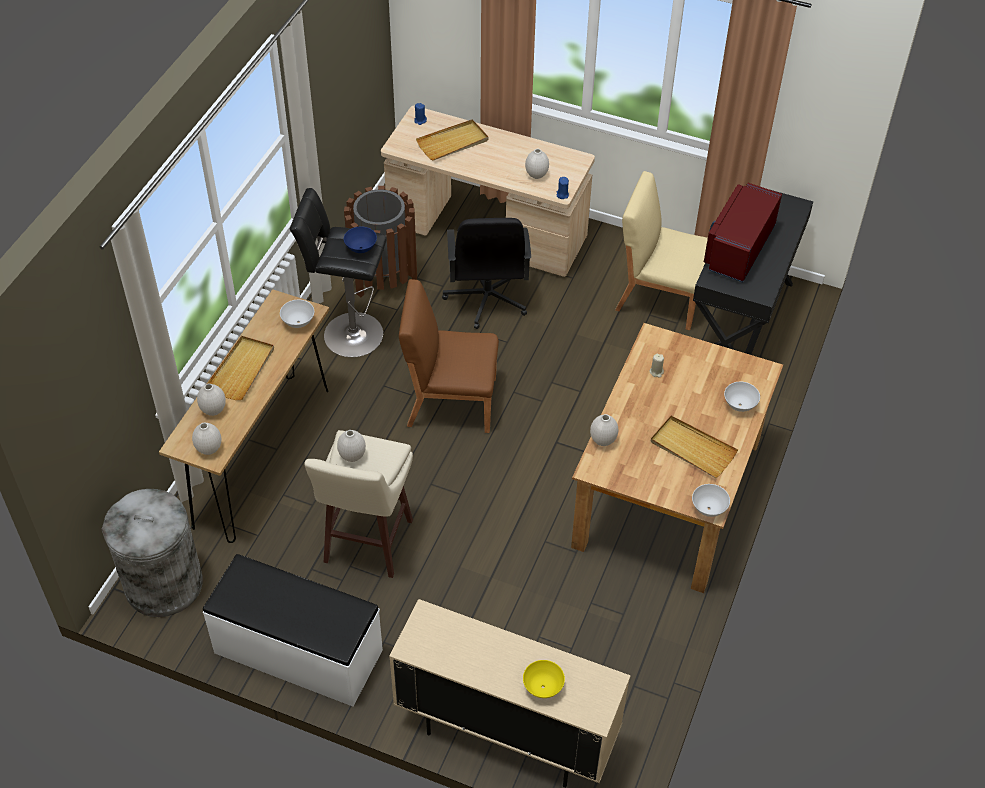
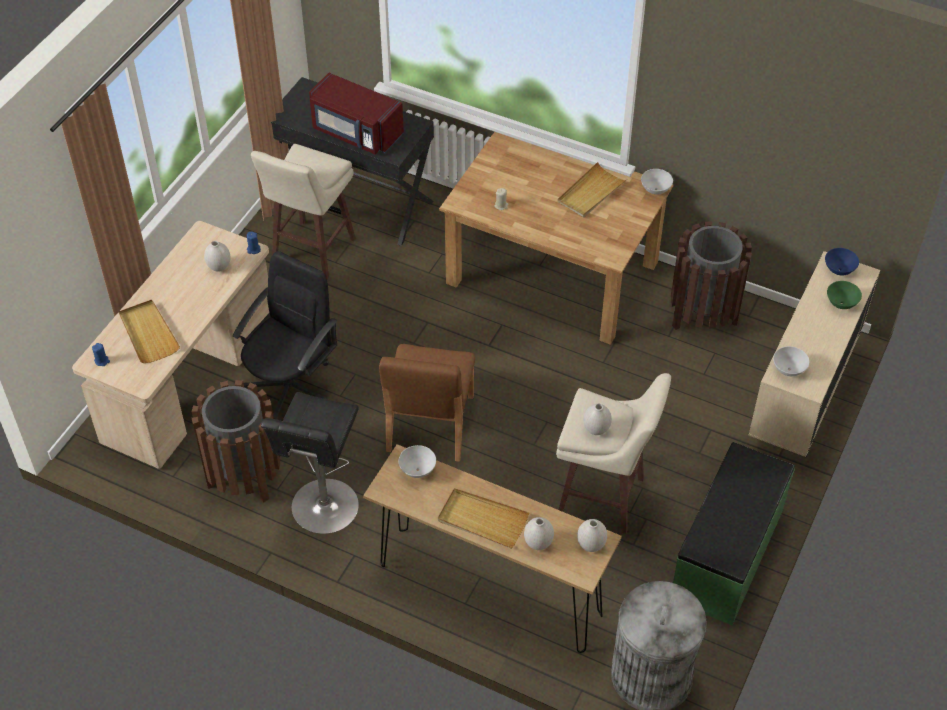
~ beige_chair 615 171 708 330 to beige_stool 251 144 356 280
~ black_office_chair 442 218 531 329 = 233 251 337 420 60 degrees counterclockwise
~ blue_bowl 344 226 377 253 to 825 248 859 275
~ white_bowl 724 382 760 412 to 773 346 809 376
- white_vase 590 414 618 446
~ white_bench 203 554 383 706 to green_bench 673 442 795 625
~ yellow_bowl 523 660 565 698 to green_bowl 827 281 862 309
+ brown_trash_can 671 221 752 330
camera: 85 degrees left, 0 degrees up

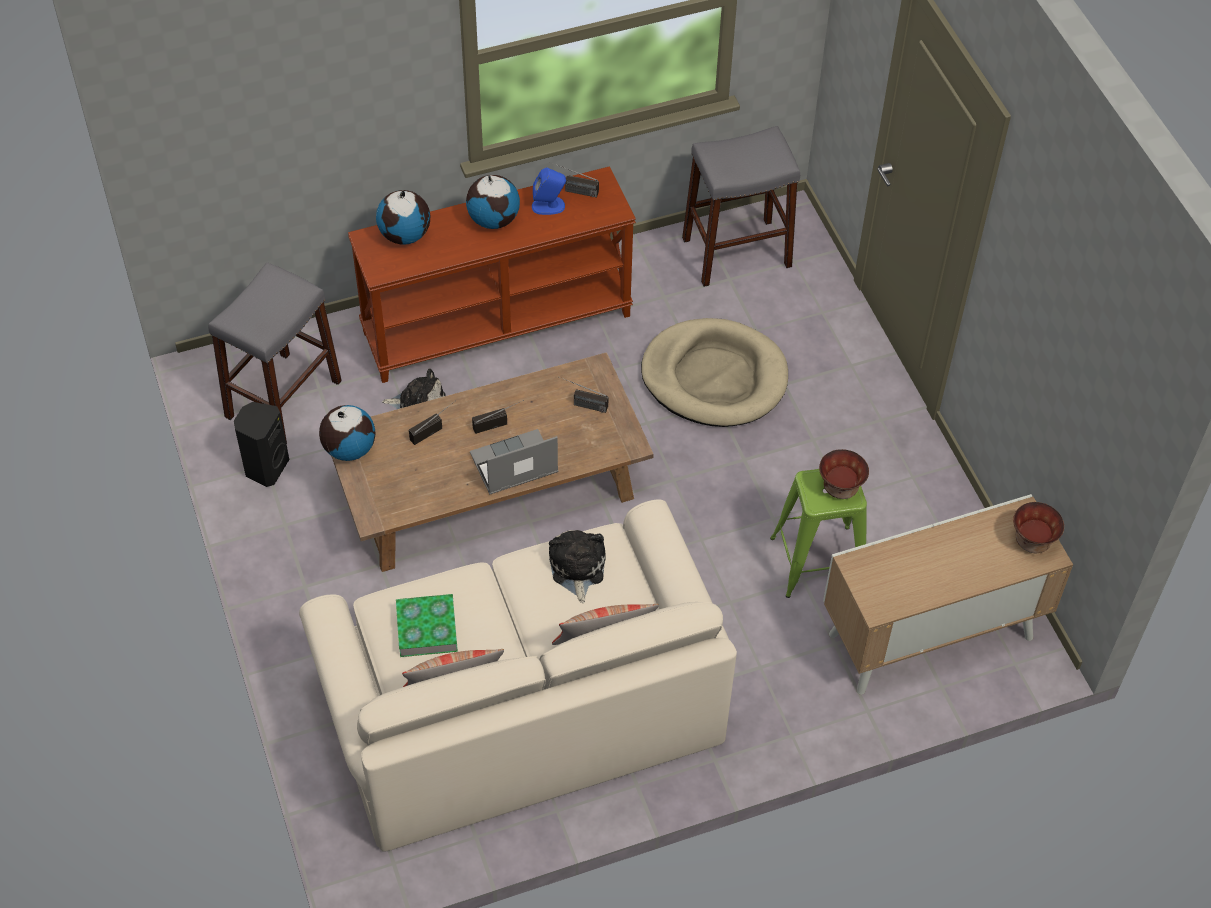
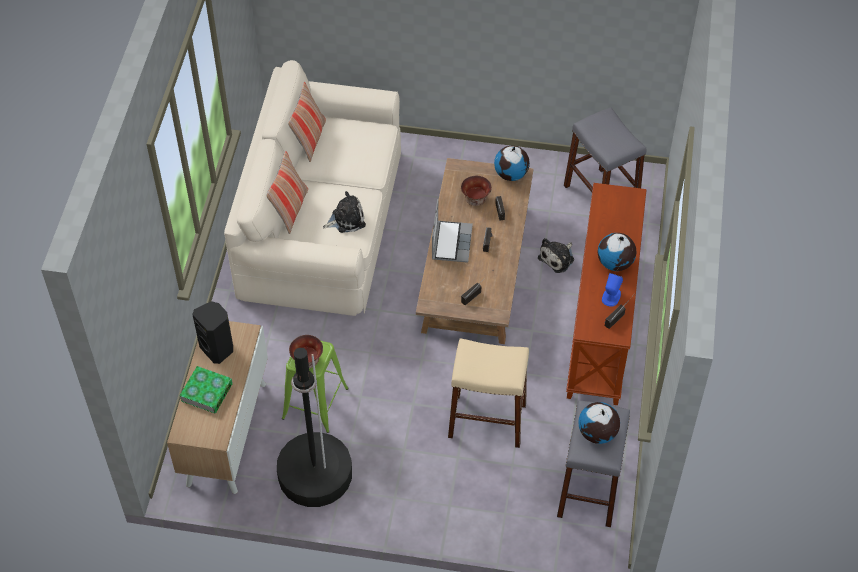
~ globe 376 190 430 245 to 578 402 620 444
~ beige_dog_bed 641 318 788 427 to beige_stool 448 338 529 448
~ black_speaker 234 402 289 487 to 192 301 233 364
~ bowl 1013 502 1064 553 to 461 176 492 206
~ plush_toy 549 530 606 603 = 323 191 366 233 45 degrees counterclockwise
~ book 396 594 458 657 to 179 366 233 414
+ black_floor_lamp 277 348 352 507
camera: 120 degrees right, 0 degrees up

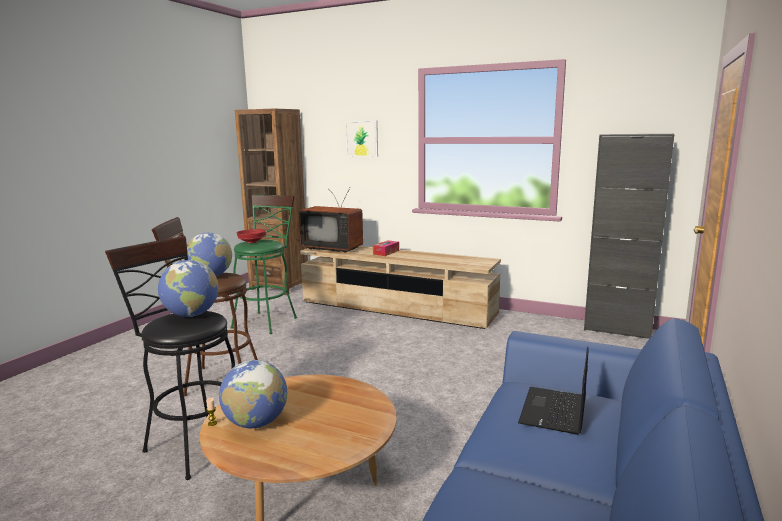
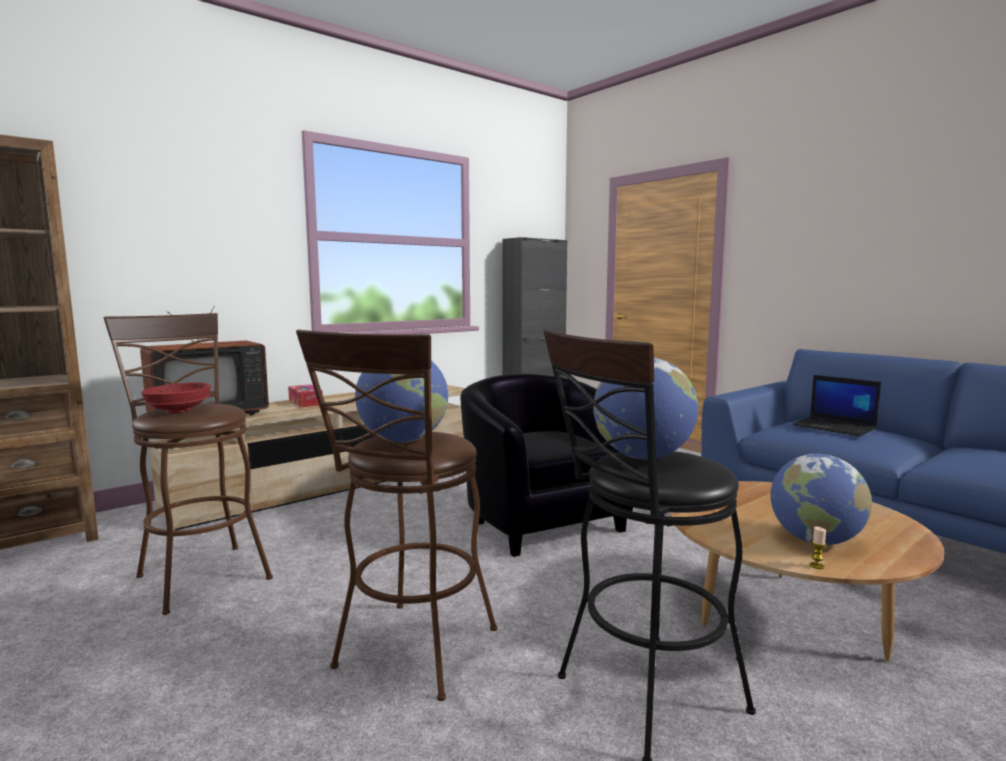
- picture 345 120 378 157
~ green_stool 231 194 297 334 to brown_stool 103 313 273 615
+ black_armchair 460 374 633 557
camera: 65 degrees left, 5 degrees down

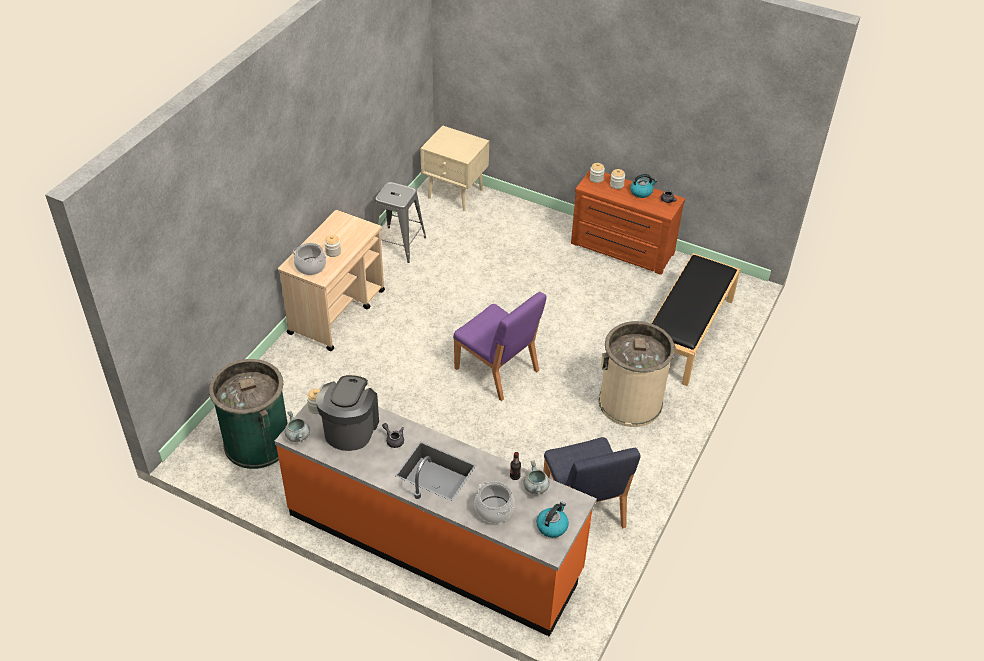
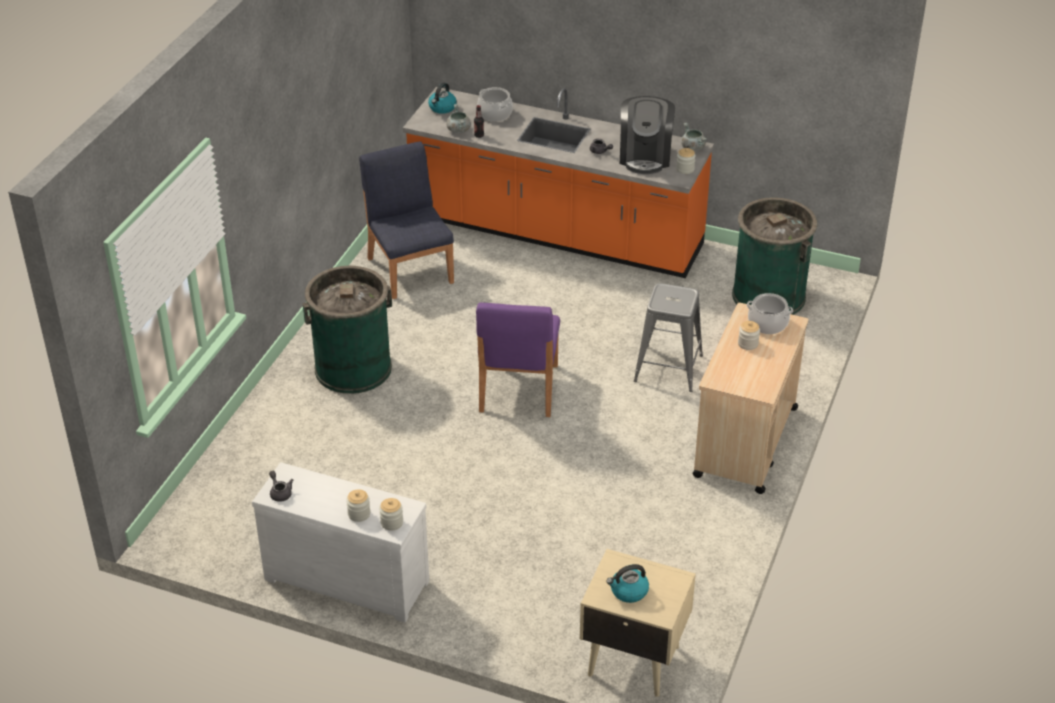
~ brown_dresser 571 169 685 275 to white_dresser 252 462 429 623
~ kettle 630 174 657 198 to 606 564 649 603
~ grey_stool 373 182 426 263 to 634 283 703 392
- black_bench 651 253 740 386
~ purple_chair 453 292 547 401 = 476 302 560 417 120 degrees counterclockwise
~ beige_trash_can 599 321 676 427 to green_trash_can 303 266 392 394
camera: 175 degrees right, 5 degrees down

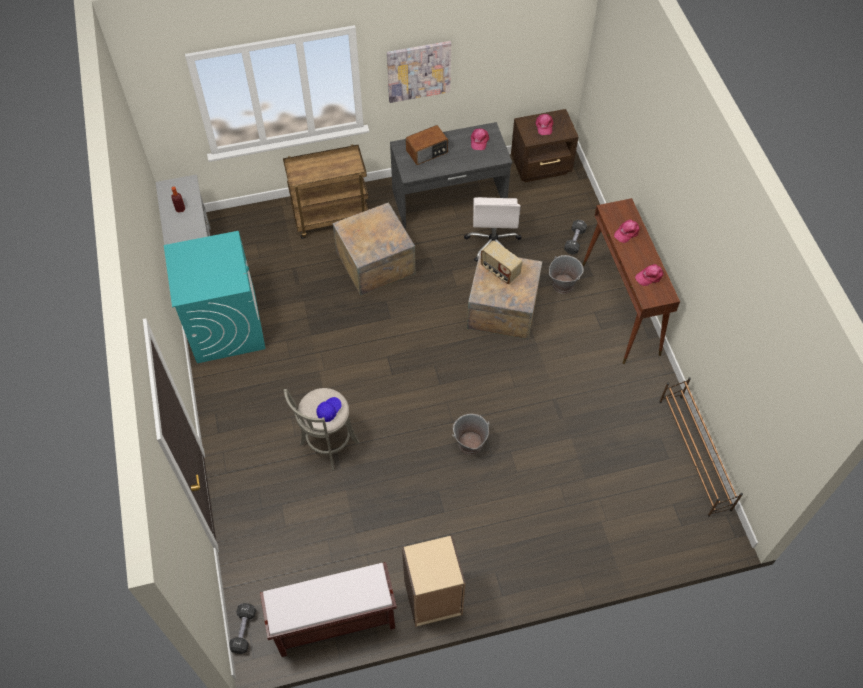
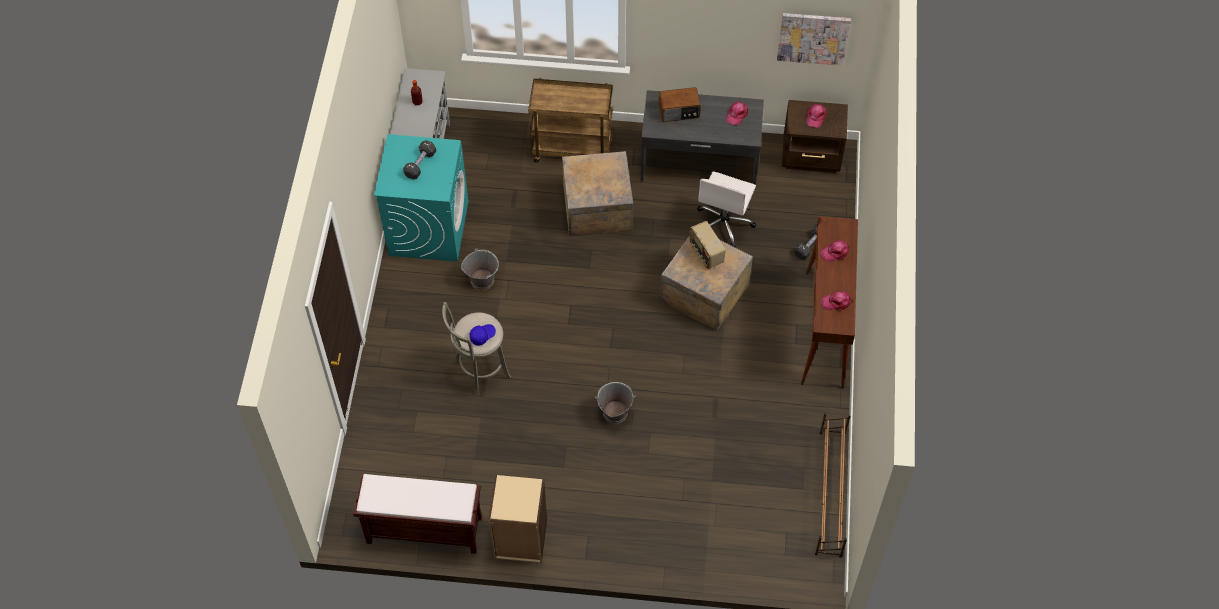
~ picture 387 41 451 103 to 777 13 851 66
~ grey_bucket 549 255 584 294 to 461 248 499 290
~ black_dumbbell 229 603 256 654 to 403 140 436 179
camera: 20 degrees right, 0 degrees up

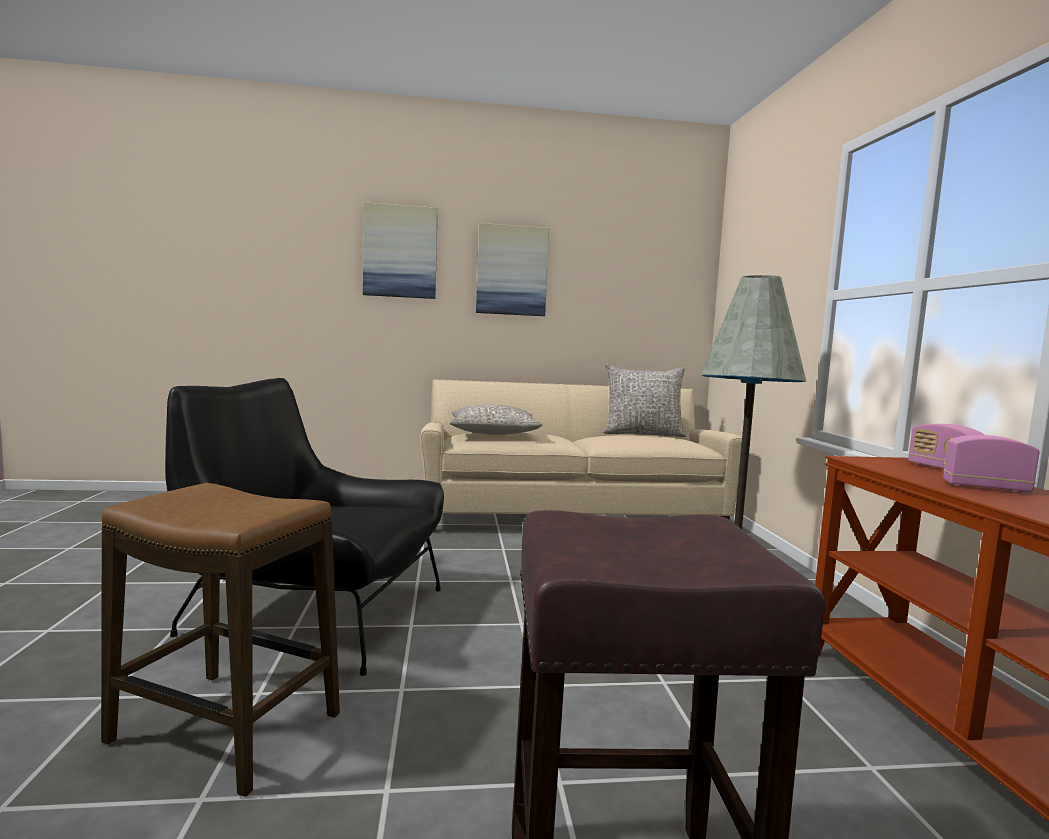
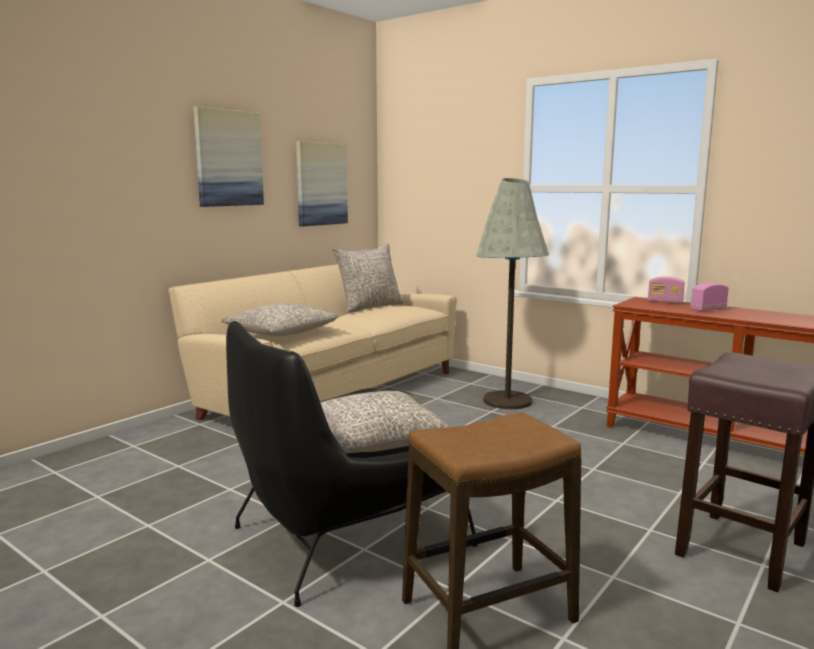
~ picture 363 202 438 299 to 296 141 348 226
+ grey_pillow 320 391 450 453
camera: 45 degrees left, 5 degrees up

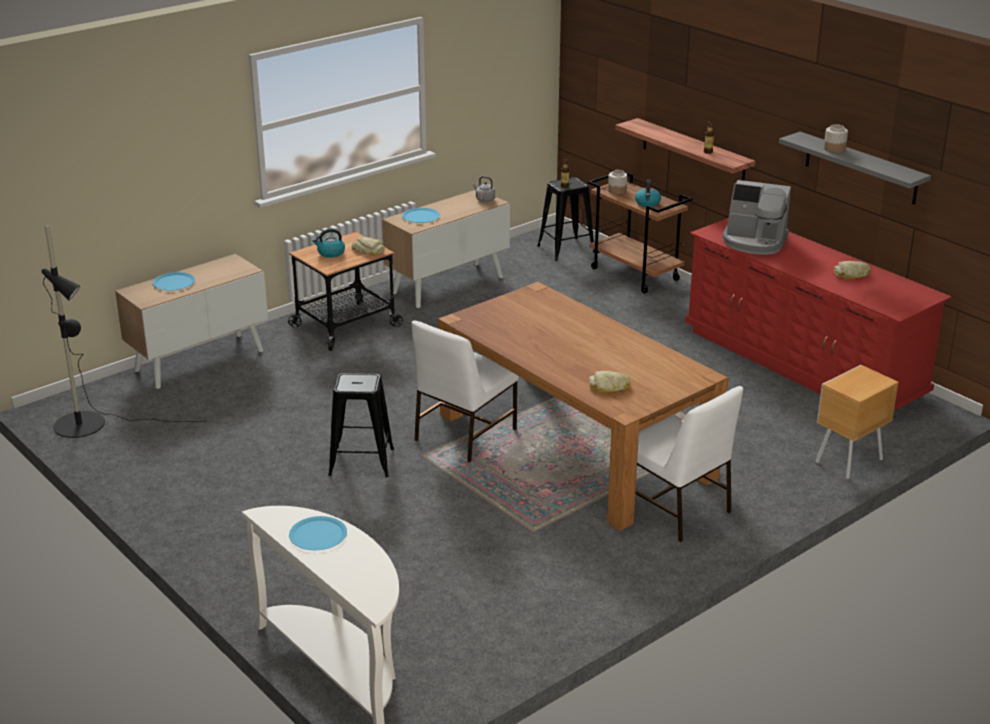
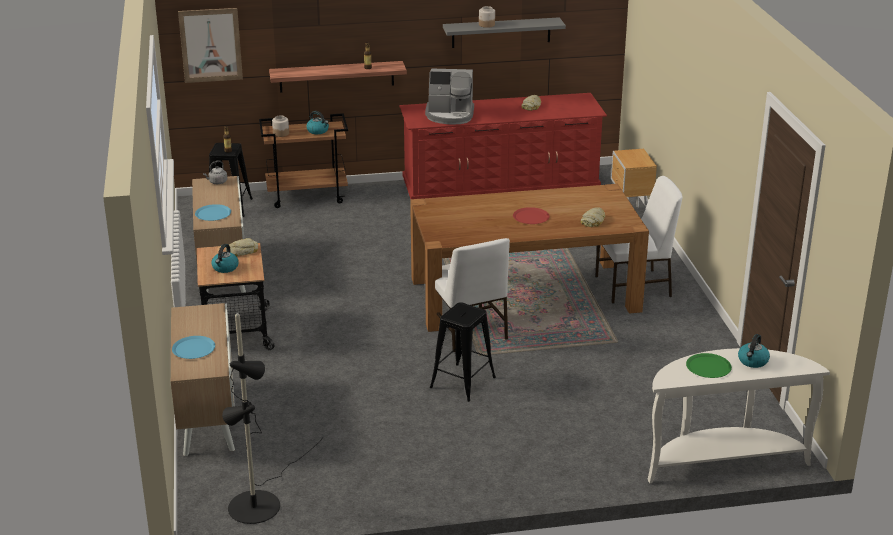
~ coffee_machine 723 180 791 255 = 425 69 474 124 45 degrees clockwise
~ blue_plate 289 516 347 550 to green_plate 686 353 732 378
+ picture 178 8 243 83
+ red_plate 513 207 550 224
+ kettle 738 334 770 368
camera: 60 degrees left, 0 degrees up

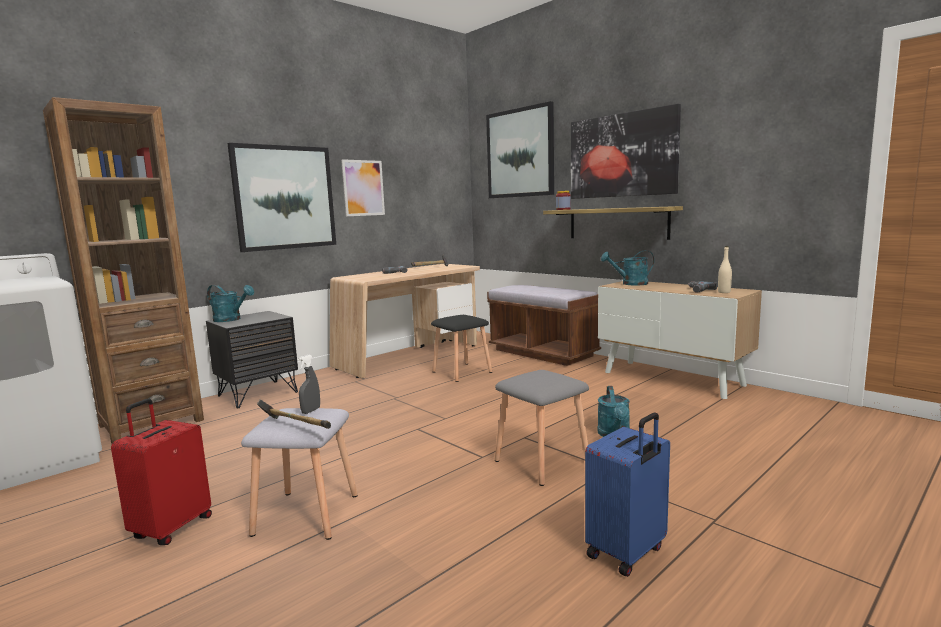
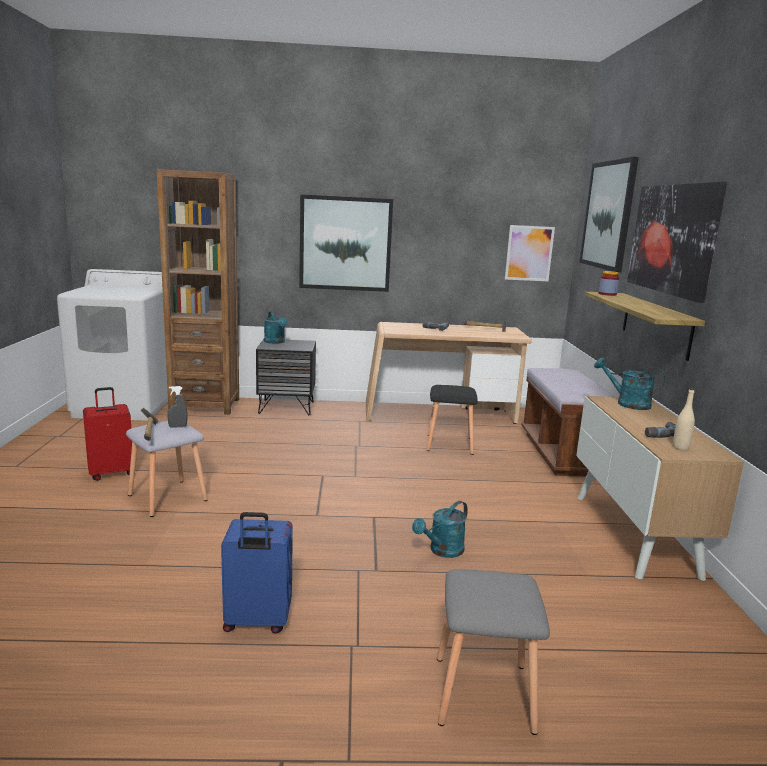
~ picture 341 159 385 216 to 505 225 555 281
~ grey_stool 495 370 589 486 to 437 569 550 735
camera: 40 degrees right, 5 degrees up

